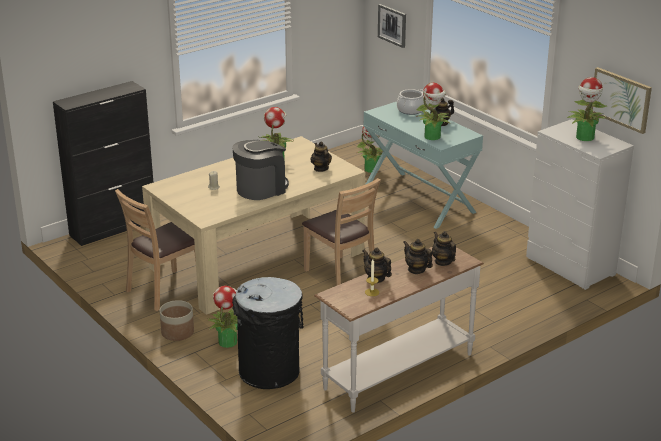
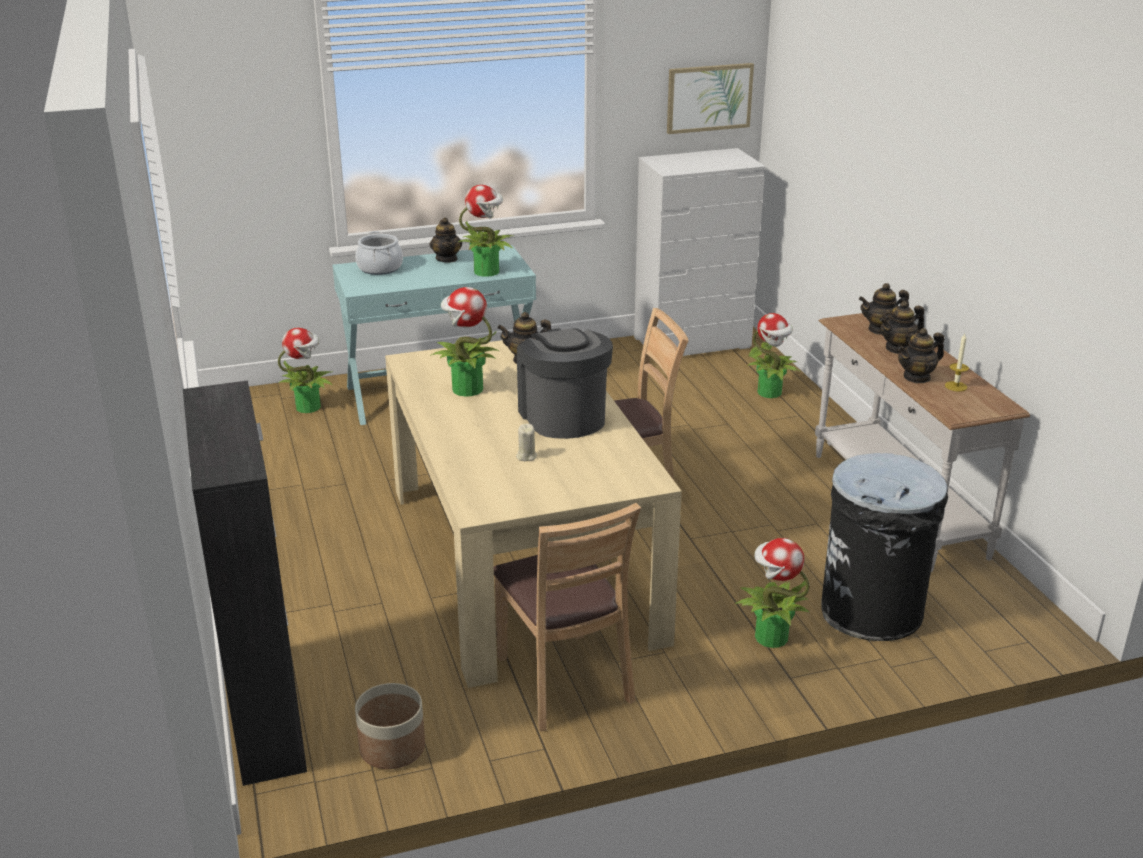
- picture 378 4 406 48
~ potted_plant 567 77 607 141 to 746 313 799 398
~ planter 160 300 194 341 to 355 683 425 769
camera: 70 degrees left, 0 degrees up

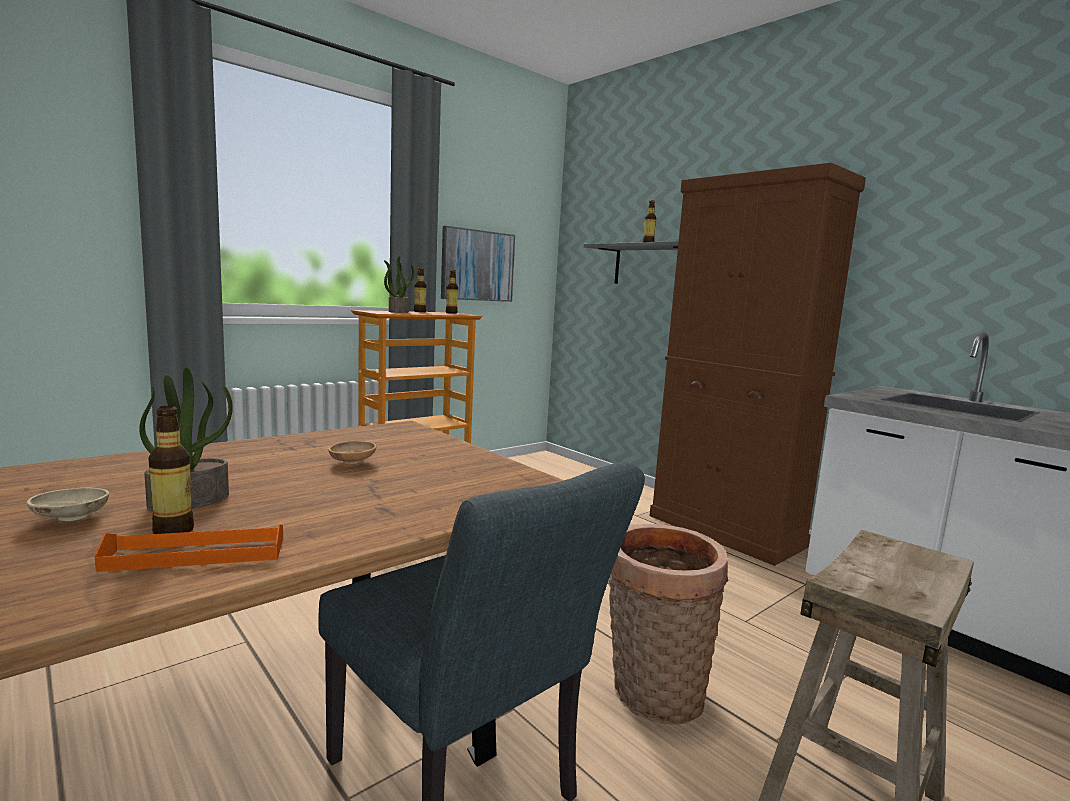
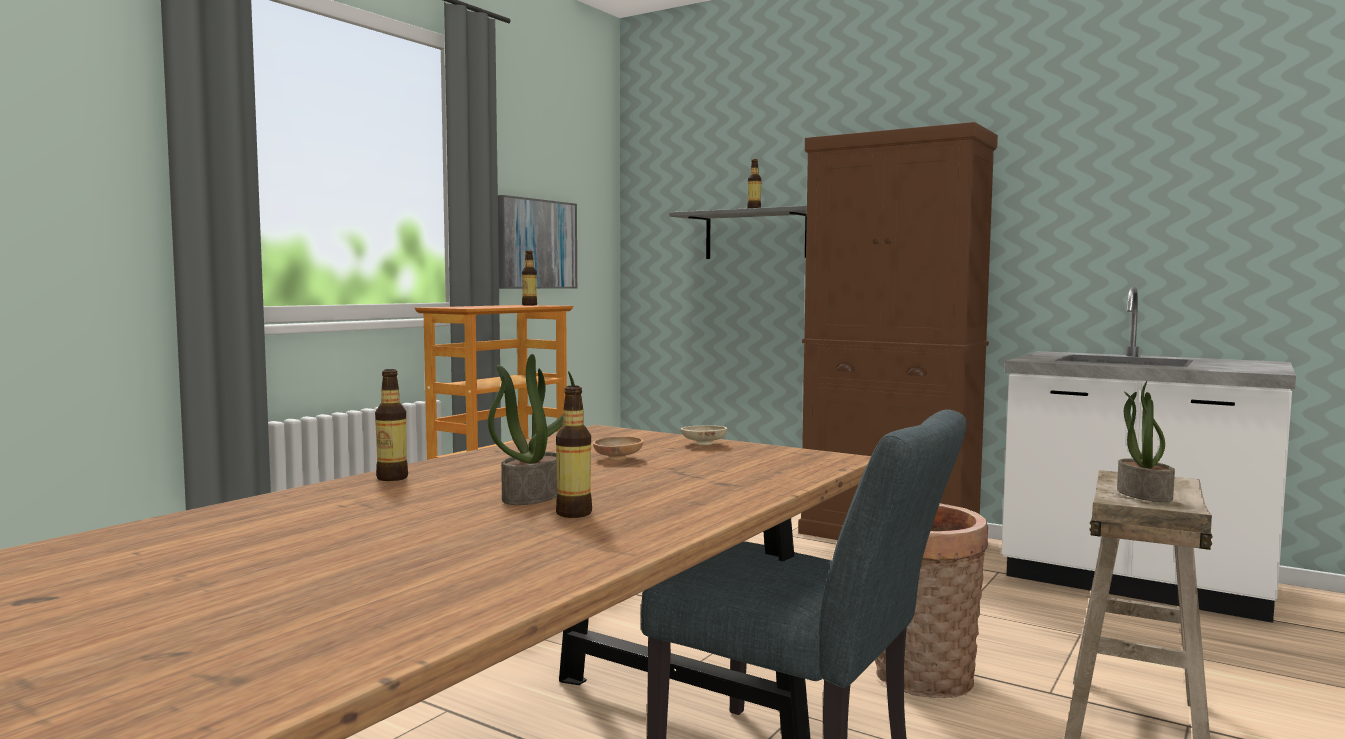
~ potted_plant 384 256 414 313 to 1117 381 1175 502
~ bottle 414 268 427 312 to 375 369 408 481
~ beige_bowl 27 487 109 521 to 681 425 727 445
- orange_tray 95 524 283 572
camera: 15 degrees left, 5 degrees down

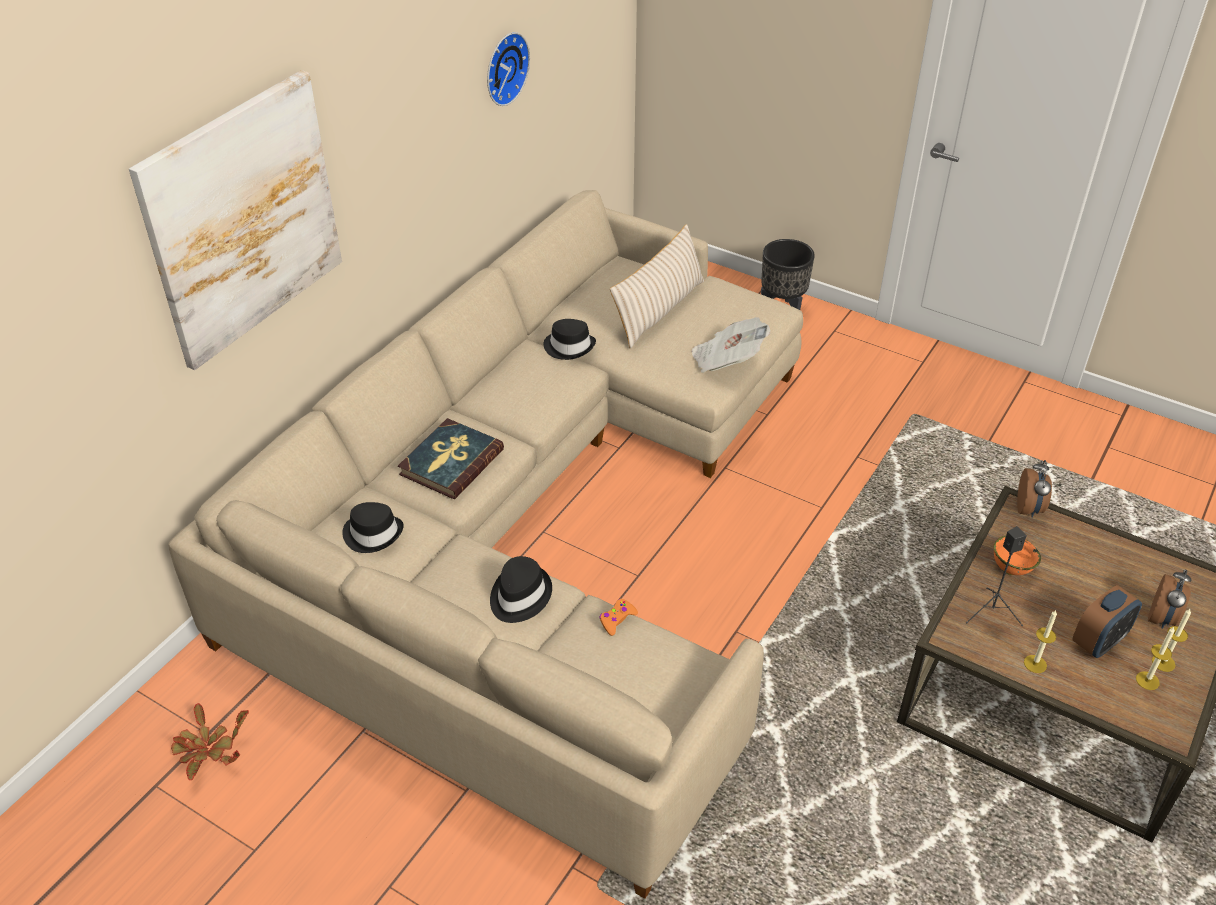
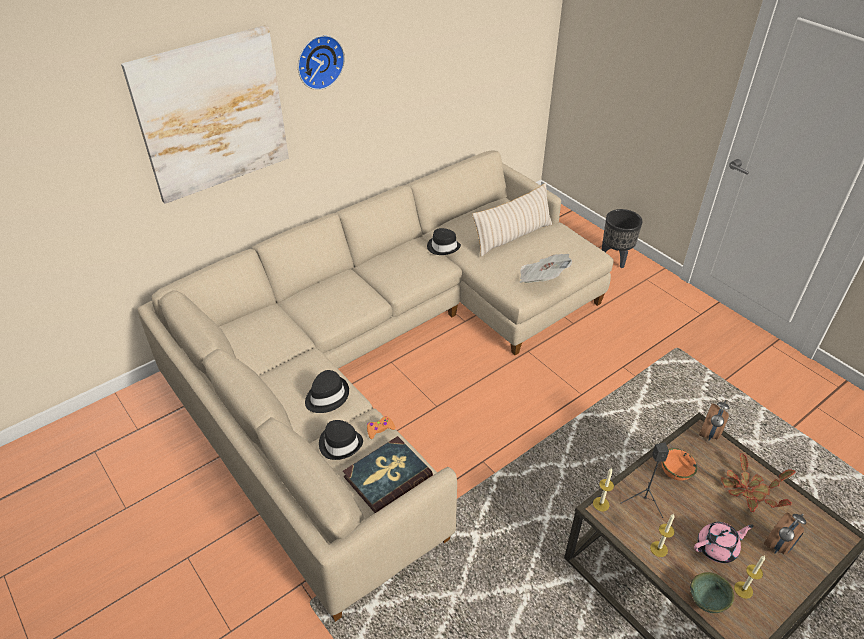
~ wall_clock 487 32 530 106 to 298 35 345 90
~ book 398 418 504 499 to 343 436 433 513
~ black_hat 342 502 404 553 to 319 420 363 460
~ alarm_clock 1072 585 1142 658 to pink_teapot 694 522 754 563
~ candle 1152 609 1191 672 to 593 468 614 511
~ potted_plant 171 703 249 780 to 721 453 796 512
+ green_bowl 690 572 734 613
camera: 20 degrees right, 0 degrees up

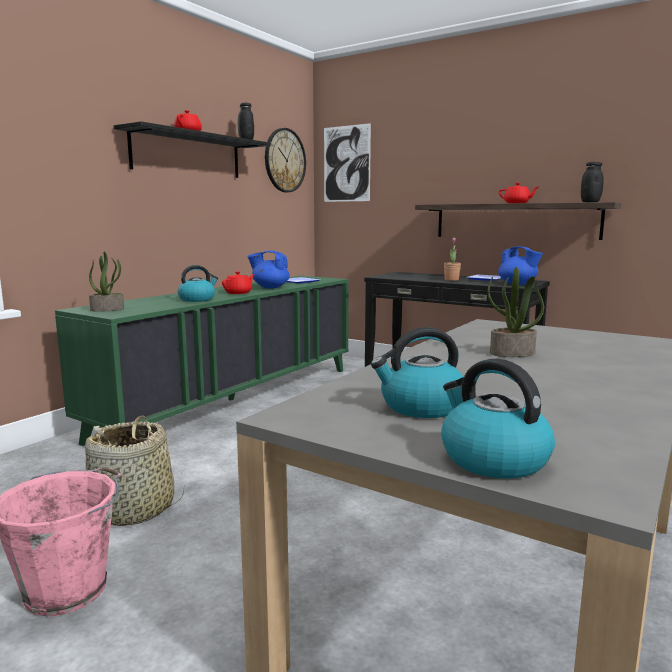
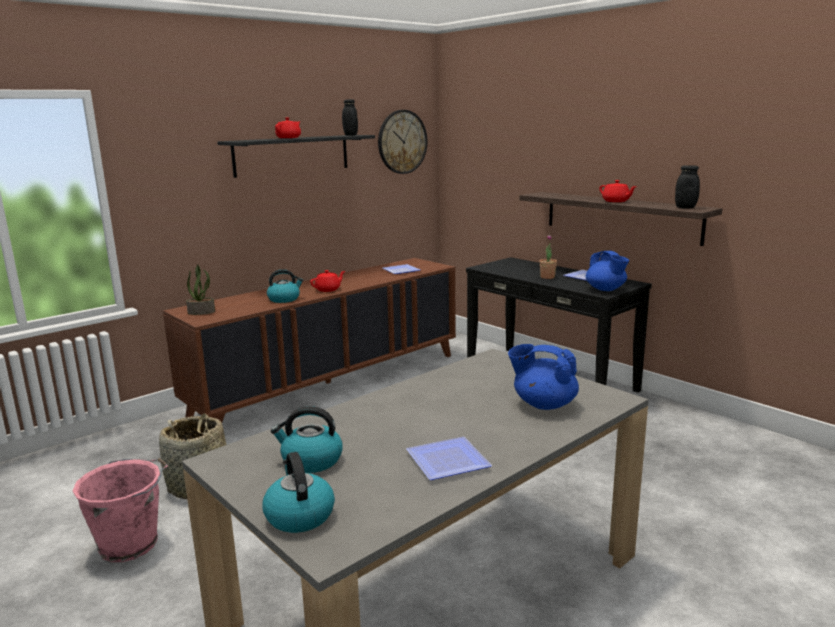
- picture 324 123 371 202
~ blue_teapot 247 250 290 289 to 508 344 579 410
- potted_plant 488 267 544 357
~ green_cabinet 55 276 349 446 to brown_cabinet 163 258 456 423
+ plate 406 437 492 480
camera: 15 degrees right, 5 degrees up

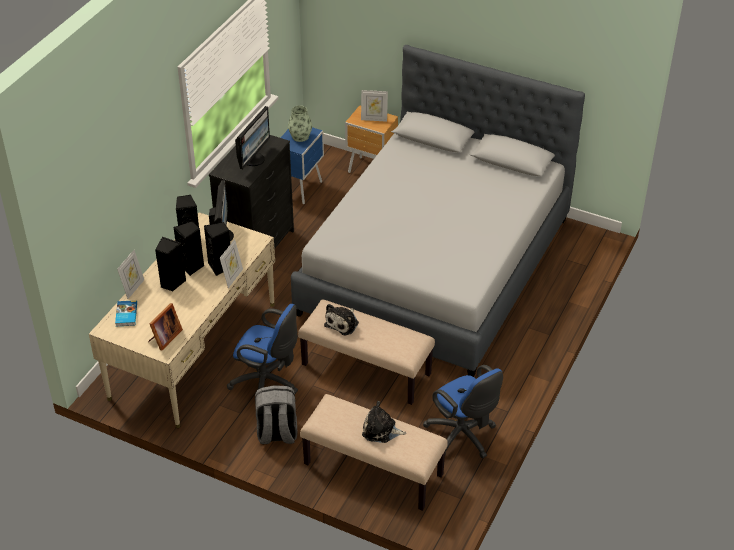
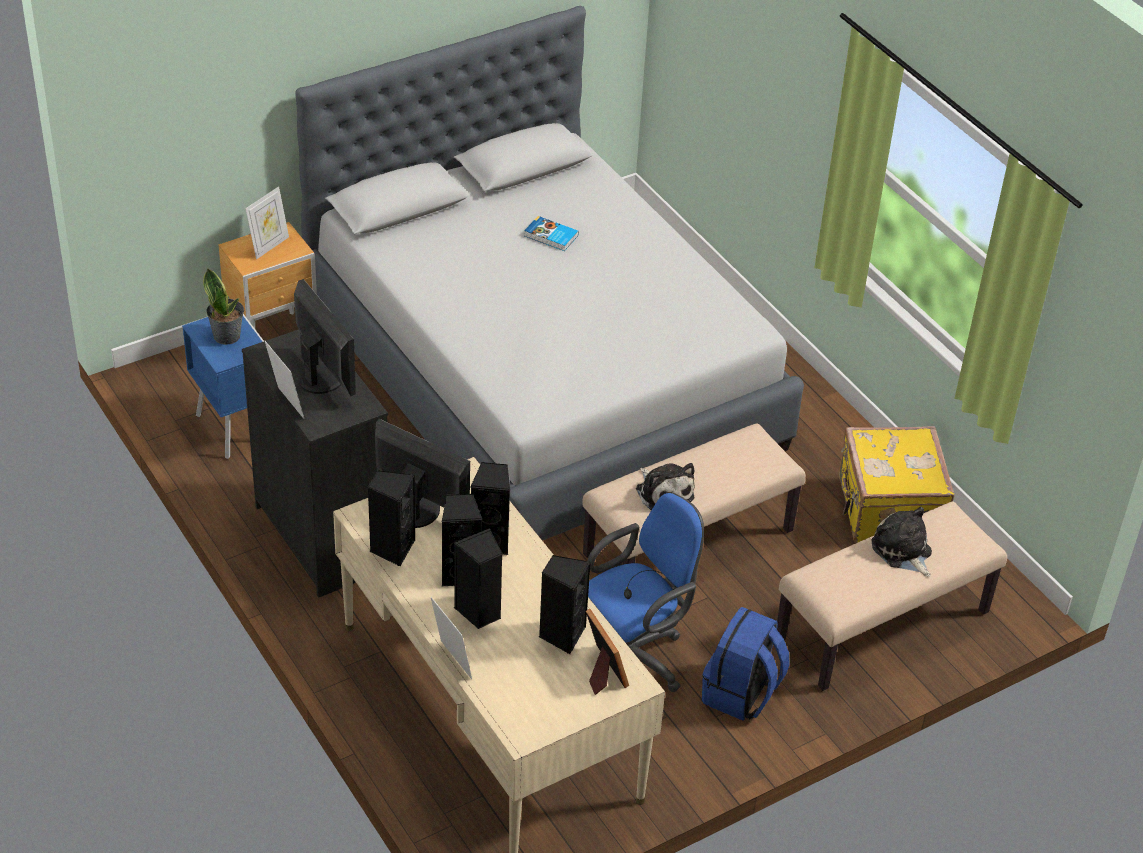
~ vase 288 105 312 142 to potted_plant 203 268 244 345
~ picture_frame 220 239 243 288 to 265 341 304 419
~ book 115 300 137 326 to 524 216 579 251
~ blue_office_chair 423 365 503 458 to yellow_suitcase 838 426 954 544
~ grey_backpack 255 385 297 444 to blue_backpack 702 607 789 721
~ plush_toy 362 401 406 443 = 871 507 932 576 105 degrees clockwise
+ black_speaker 539 555 591 654
camera: 60 degrees left, 0 degrees up

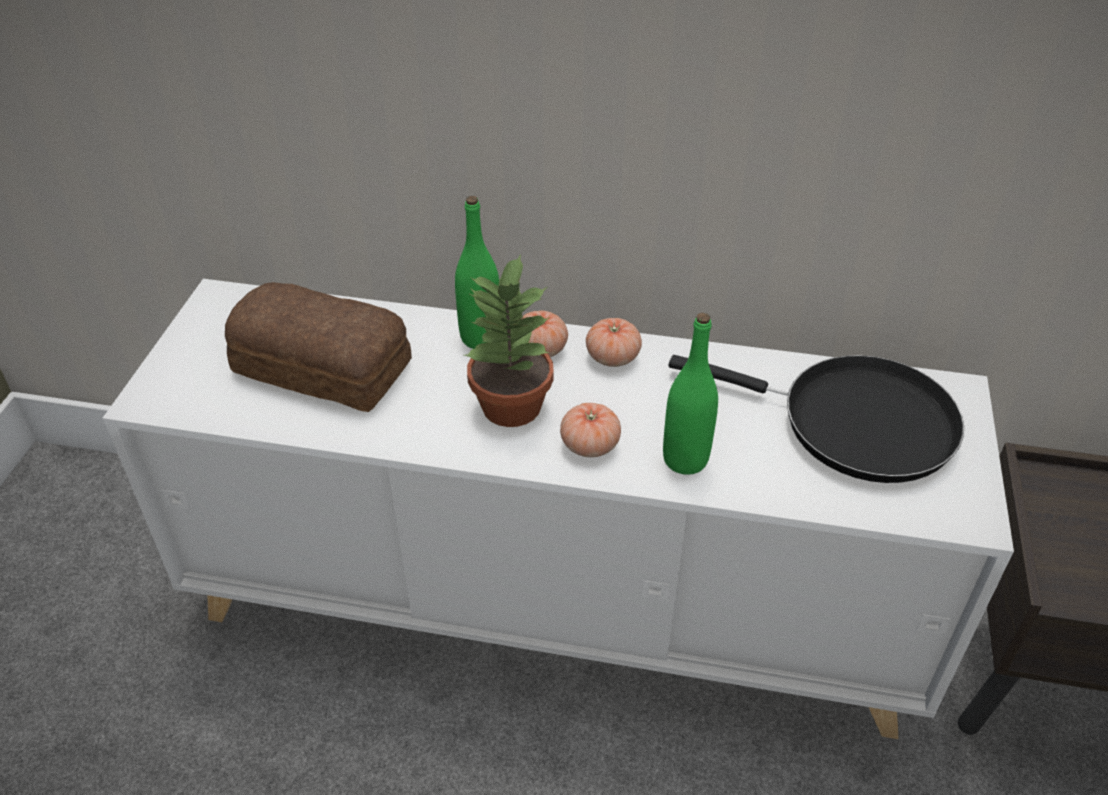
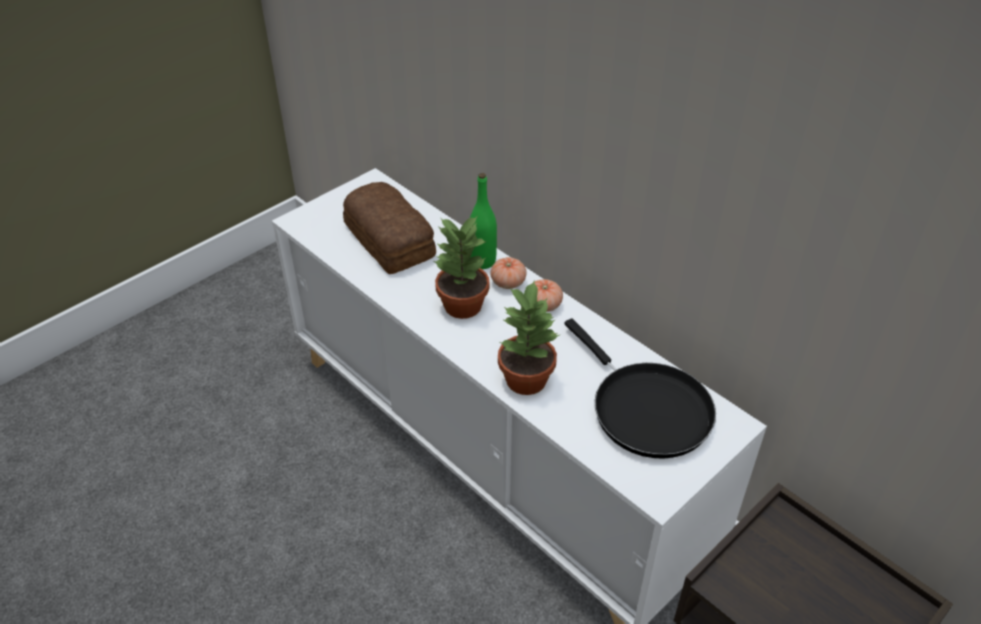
~ green_bottle 663 313 718 475 to potted_plant 498 281 560 395
- tomato 560 403 621 457
camera: 35 degrees right, 0 degrees up

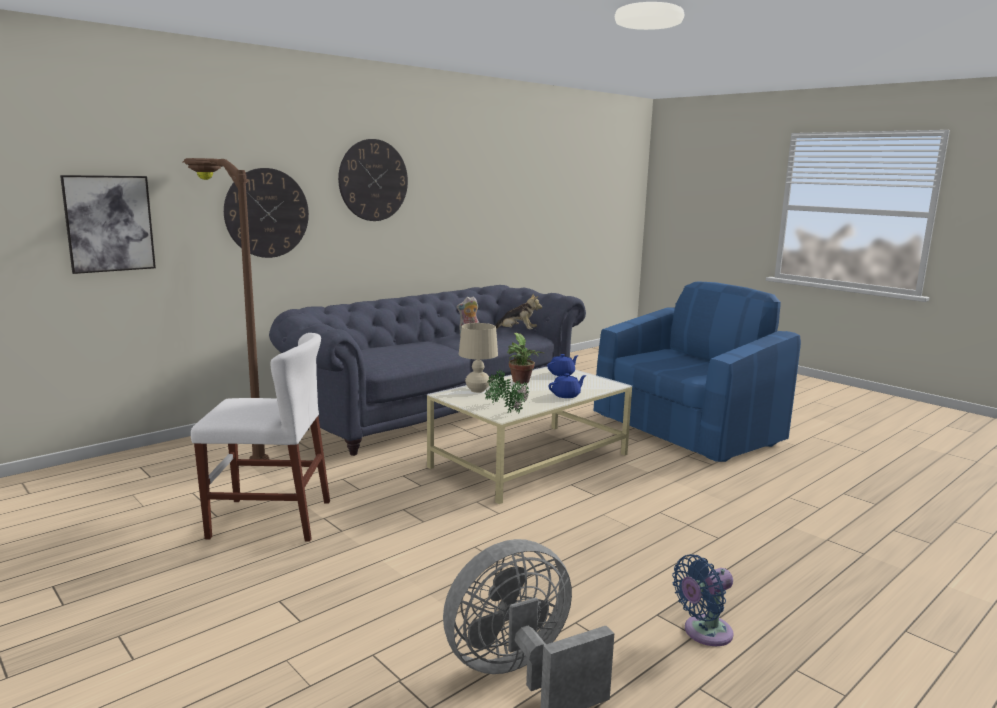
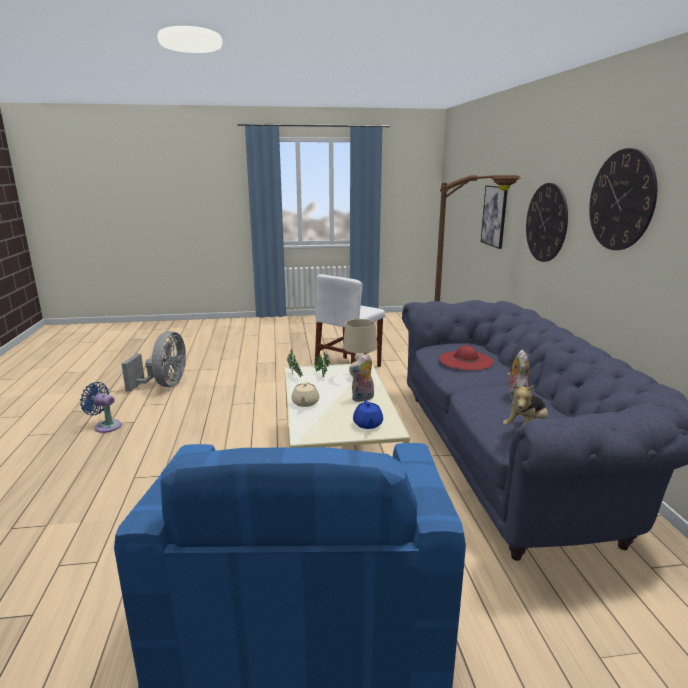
~ potted_plant 507 333 544 384 to plush_toy 350 354 374 402
~ blue_teapot 549 373 587 398 to beige_teapot 292 382 319 407
~ blue_fan 672 554 734 646 = 80 382 122 433 75 degrees counterclockwise
+ red_hat 439 345 494 370
camera: 125 degrees right, 5 degrees up

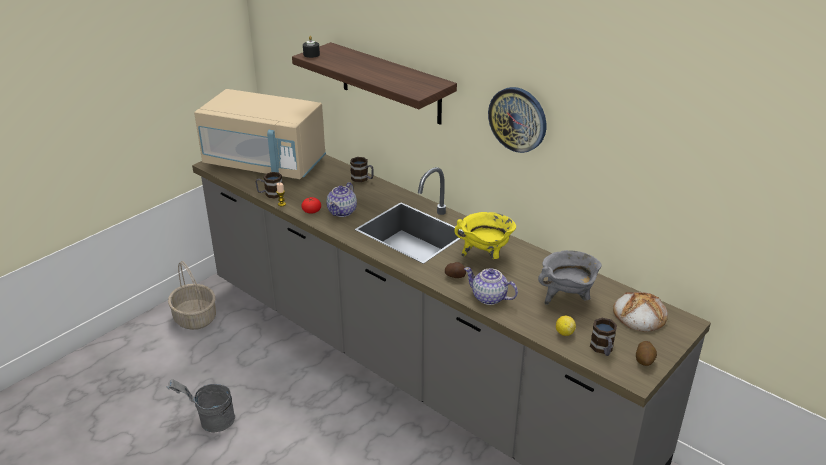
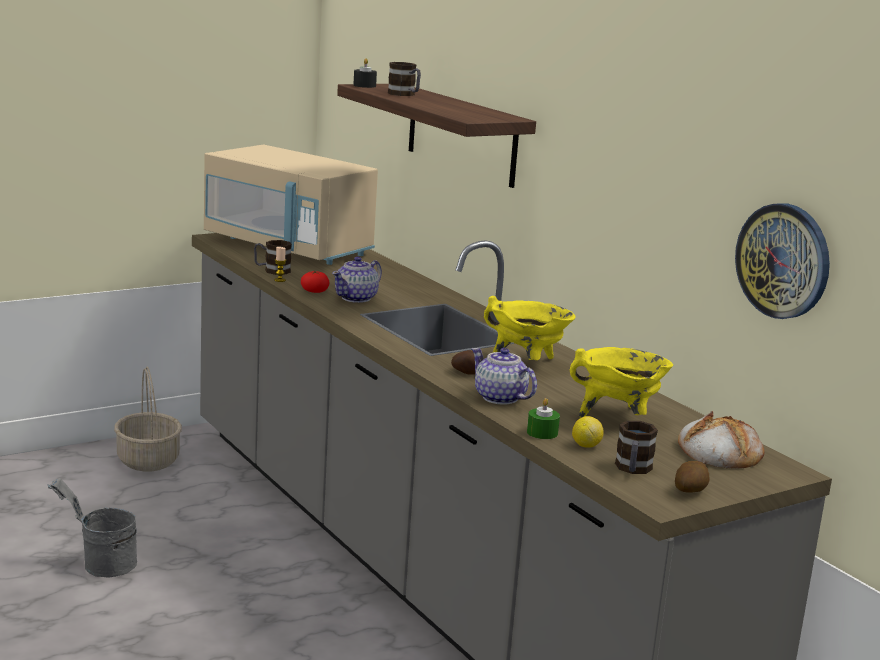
~ wall_clock 488 87 546 153 to 735 203 830 319
~ mug 350 157 374 182 to 388 62 421 96
~ grey_cooking_pot 538 250 602 305 to yellow_cooking_pot 570 347 673 418
+ green_candle 527 398 560 439
camera: 15 degrees right, 15 degrees down

